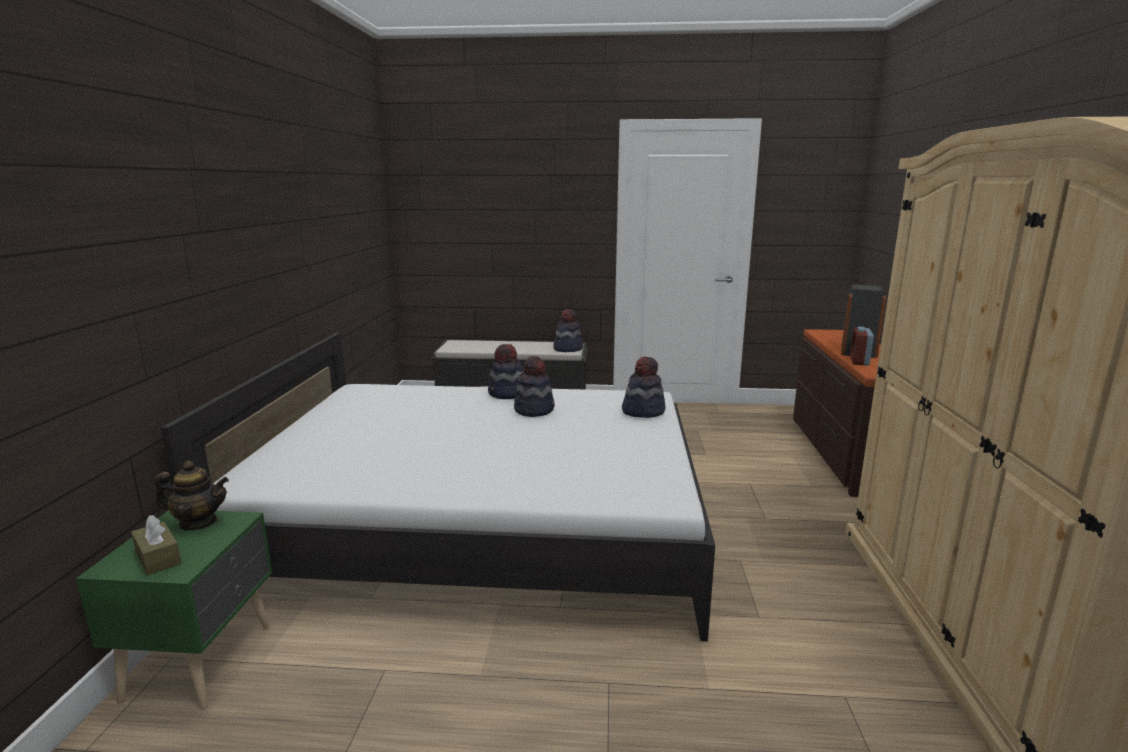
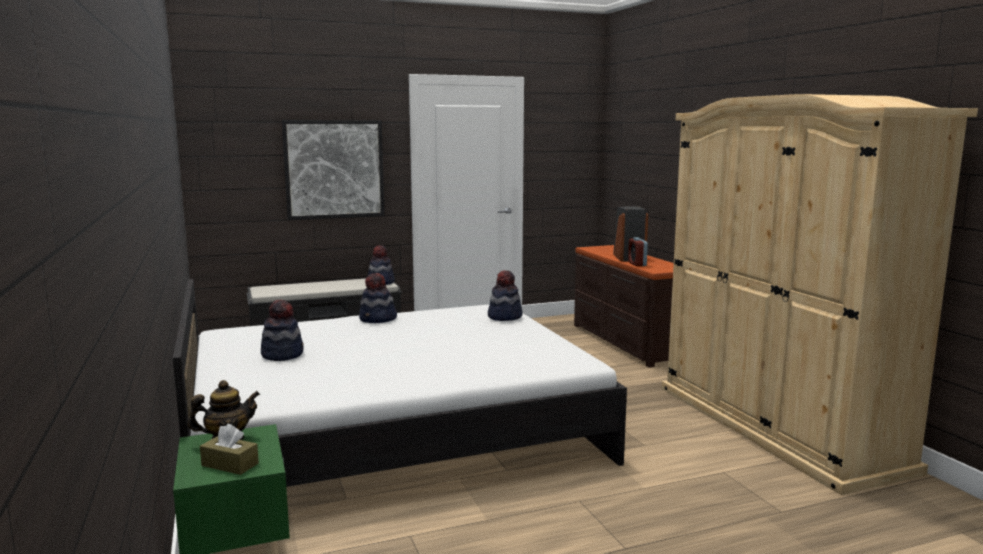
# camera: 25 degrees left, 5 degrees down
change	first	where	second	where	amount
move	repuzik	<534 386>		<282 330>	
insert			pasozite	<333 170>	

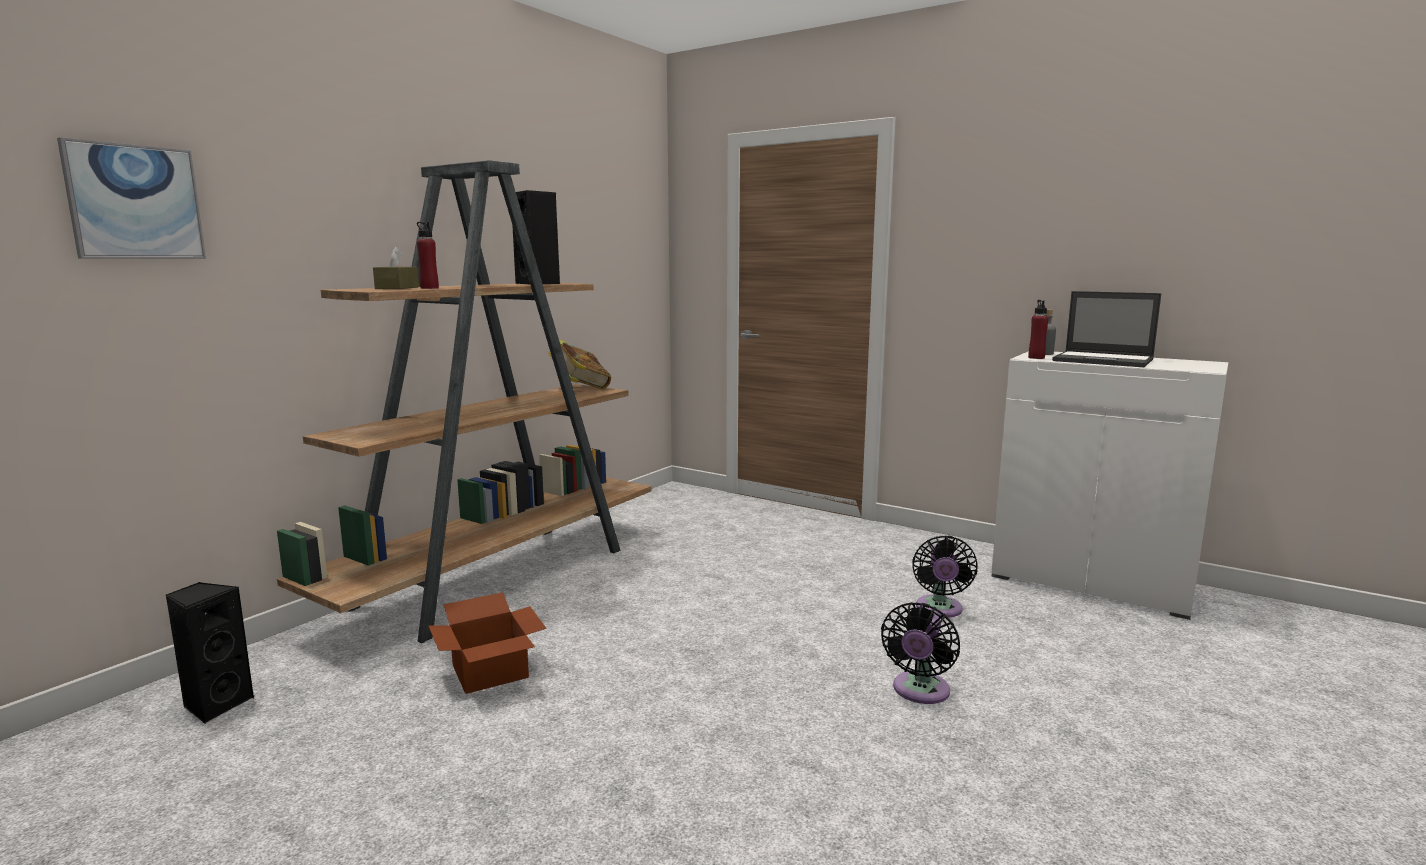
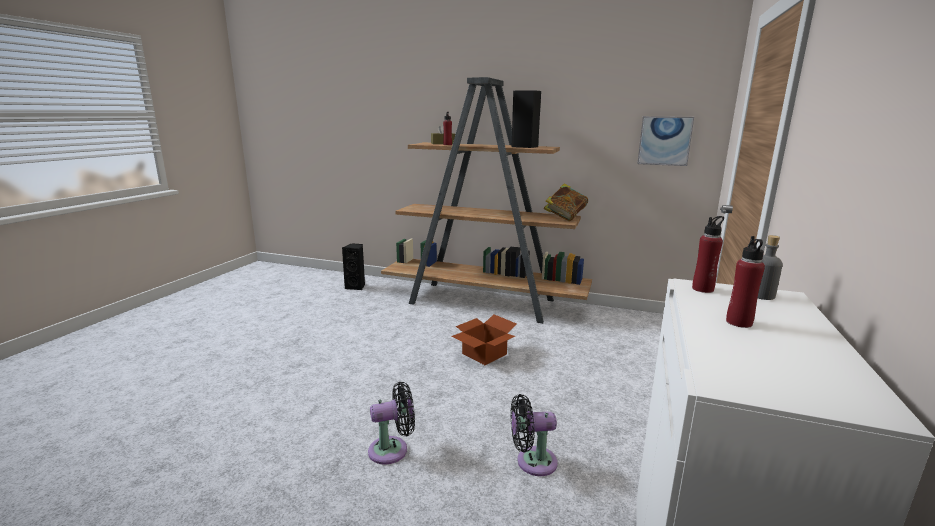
# camera: 75 degrees right, 5 degrees up
change	first	where	second	where	amount
rotate	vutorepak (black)	<920 653>		<391 423>	150 degrees clockwise
move	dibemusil	<487 643>		<484 339>	
move	pasozite	<131 198>		<665 141>	
replace	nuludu	<1106 329>	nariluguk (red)	<745 282>	

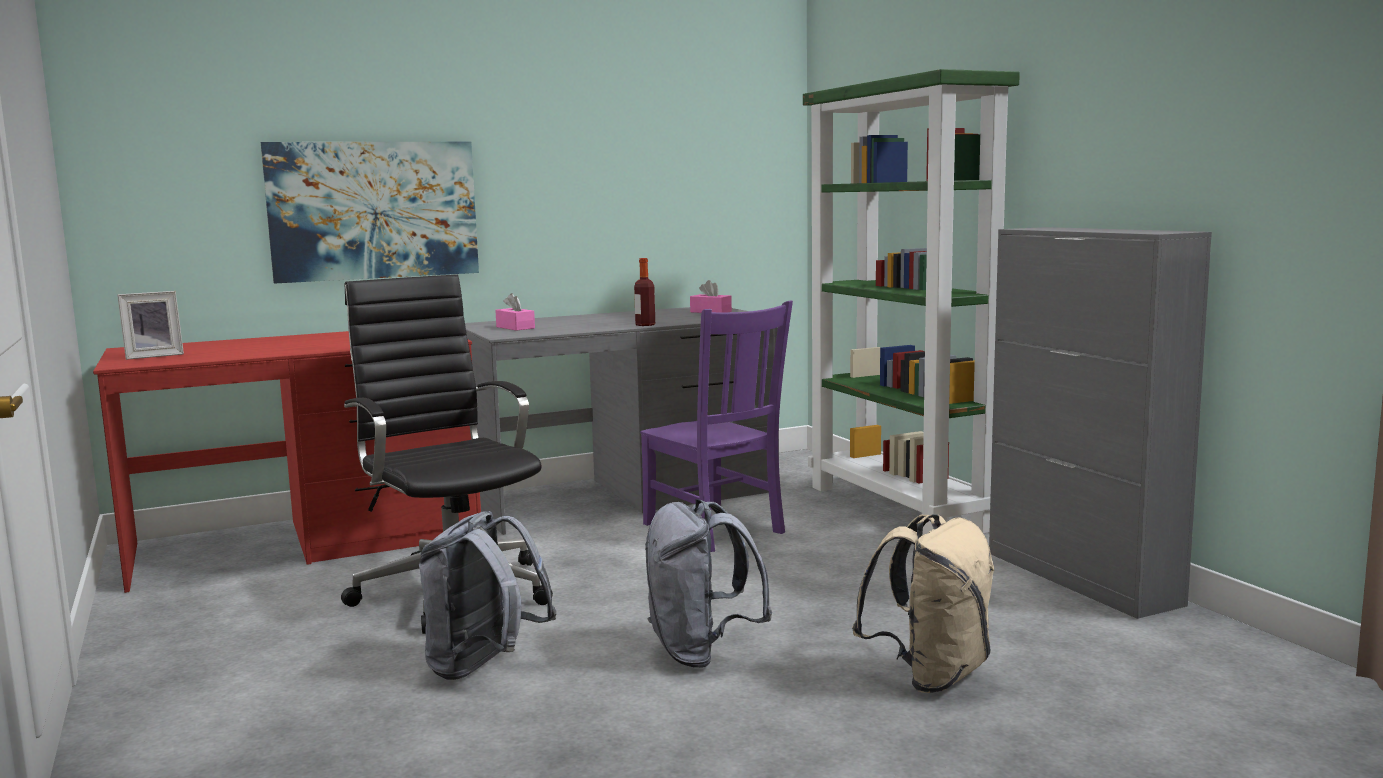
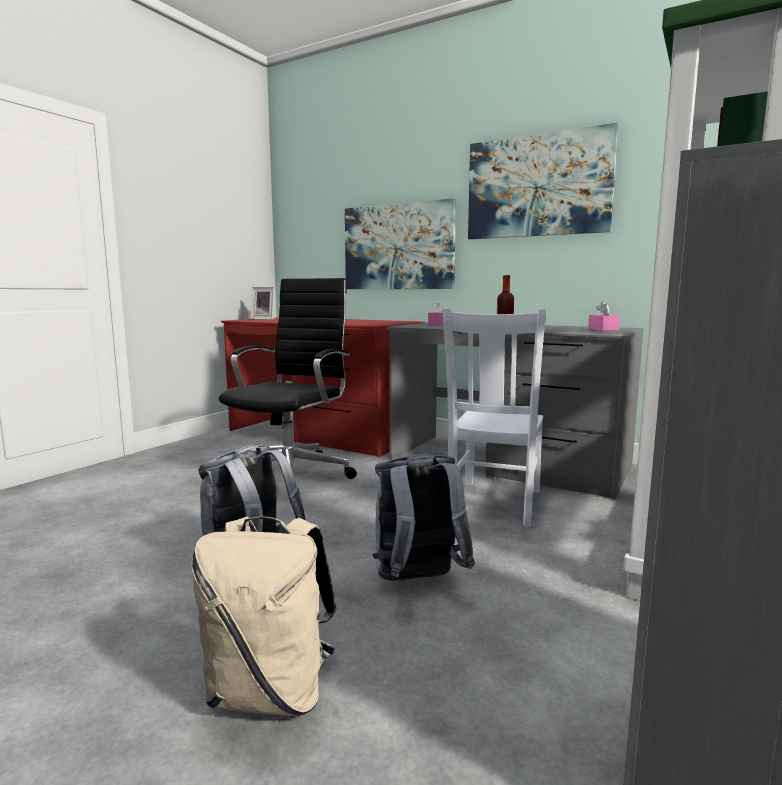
# camera: 55 degrees right, 0 degrees up
change	first	where	second	where	amount
move	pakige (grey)	<488 595>		<423 517>	
recolor	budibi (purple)	<716 426>	budibi (white)	<494 417>	
insert			pasozite	<543 181>	

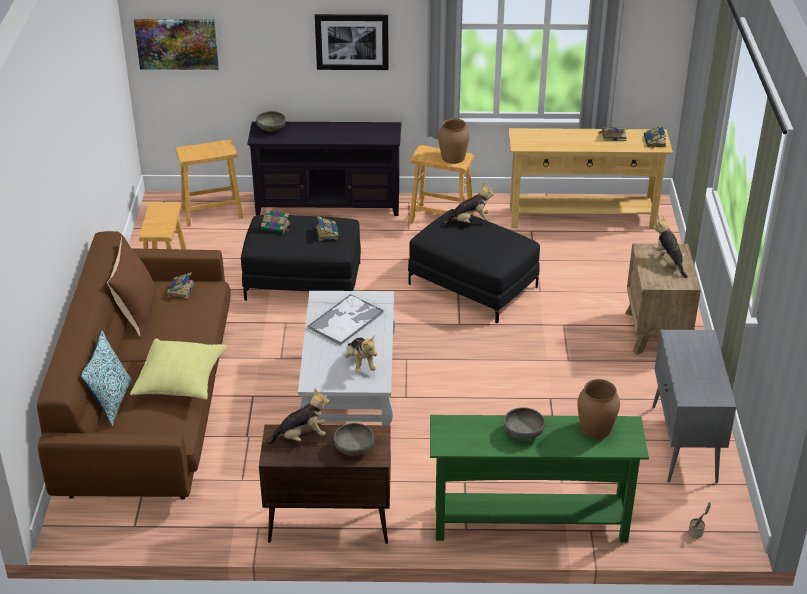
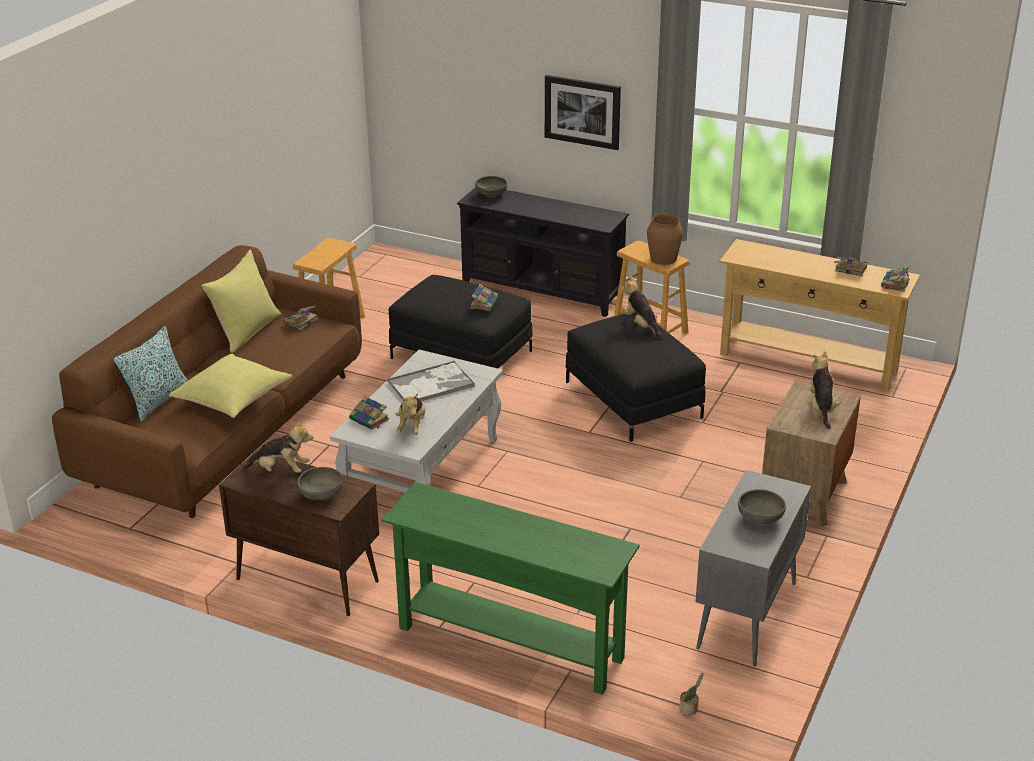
# camera: 25 degrees right, 5 degrees down
change	first	where	second	where	amount
recolor	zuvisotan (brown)	<131 286>	zuvisotan (yellow)	<241 301>	
move	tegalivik	<275 222>		<369 413>	
rotate	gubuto	<468 204>		<642 307>	135 degrees counterclockwise
move	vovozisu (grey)	<524 423>		<762 506>	
delete	pasozite	<176 44>			
delete	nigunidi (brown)	<209 183>			
delete	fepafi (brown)	<598 409>			

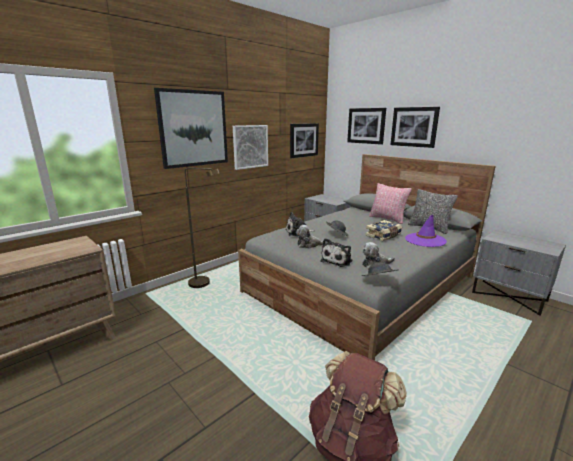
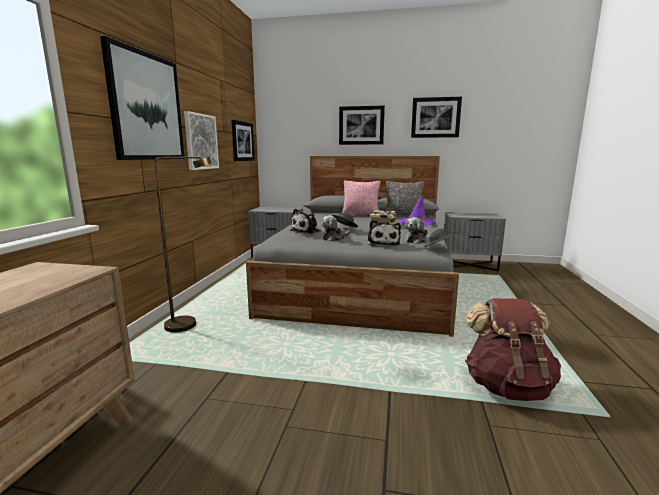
# camera: 35 degrees left, 5 degrees down
change	first	where	second	where	amount
move	pasozite	<366 126>		<436 117>	

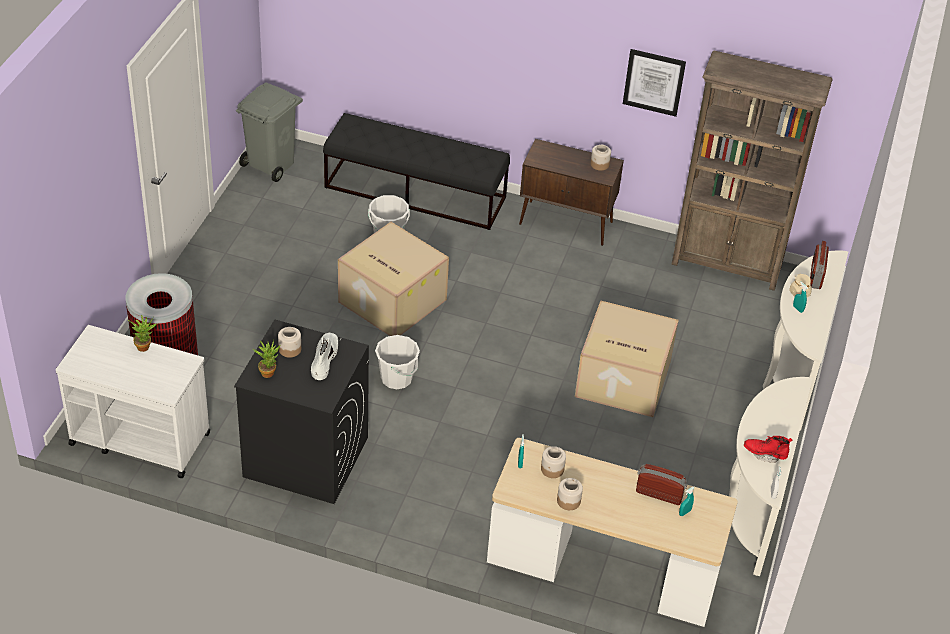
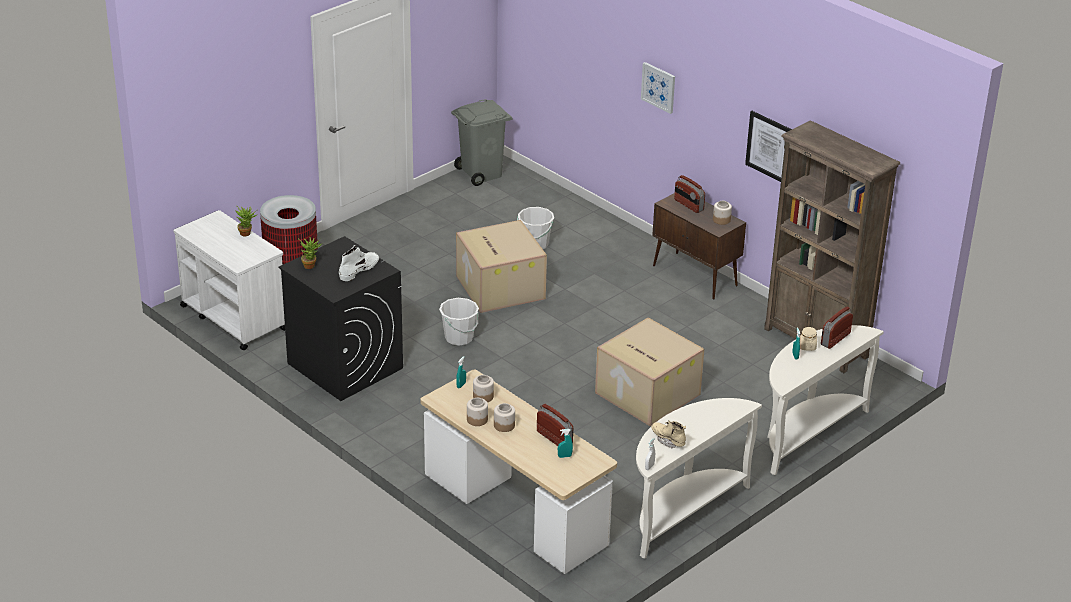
# camera: 30 degrees right, 10 degrees down
change	first	where	second	where	amount
move	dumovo	<289 342>		<504 417>	
insert			pasozite	<658 88>	
recolor	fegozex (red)	<768 449>	fegozex (beige)	<668 434>	
insert			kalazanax	<689 194>	
delete	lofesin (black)	<416 171>			

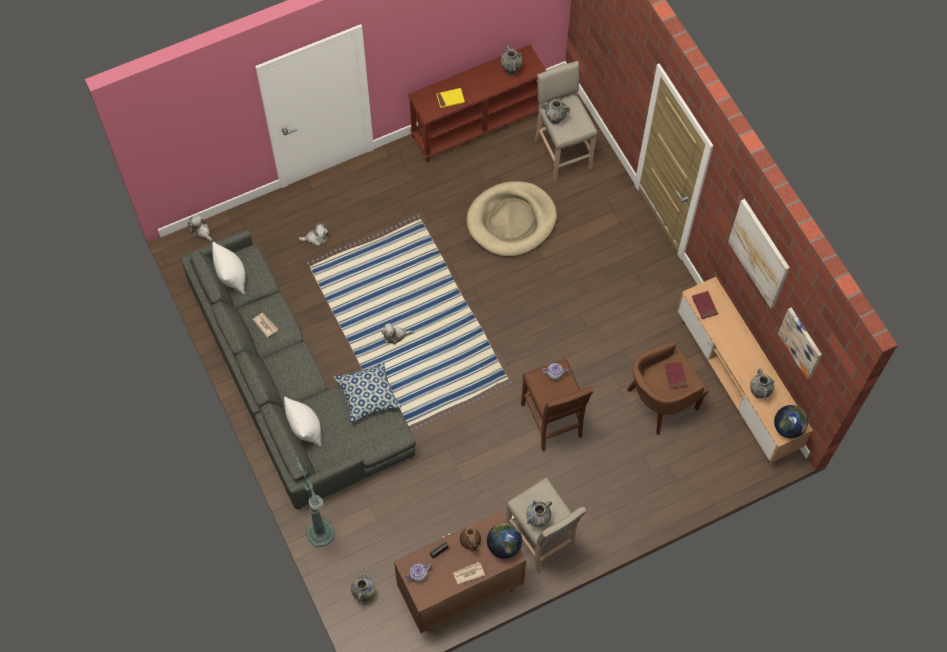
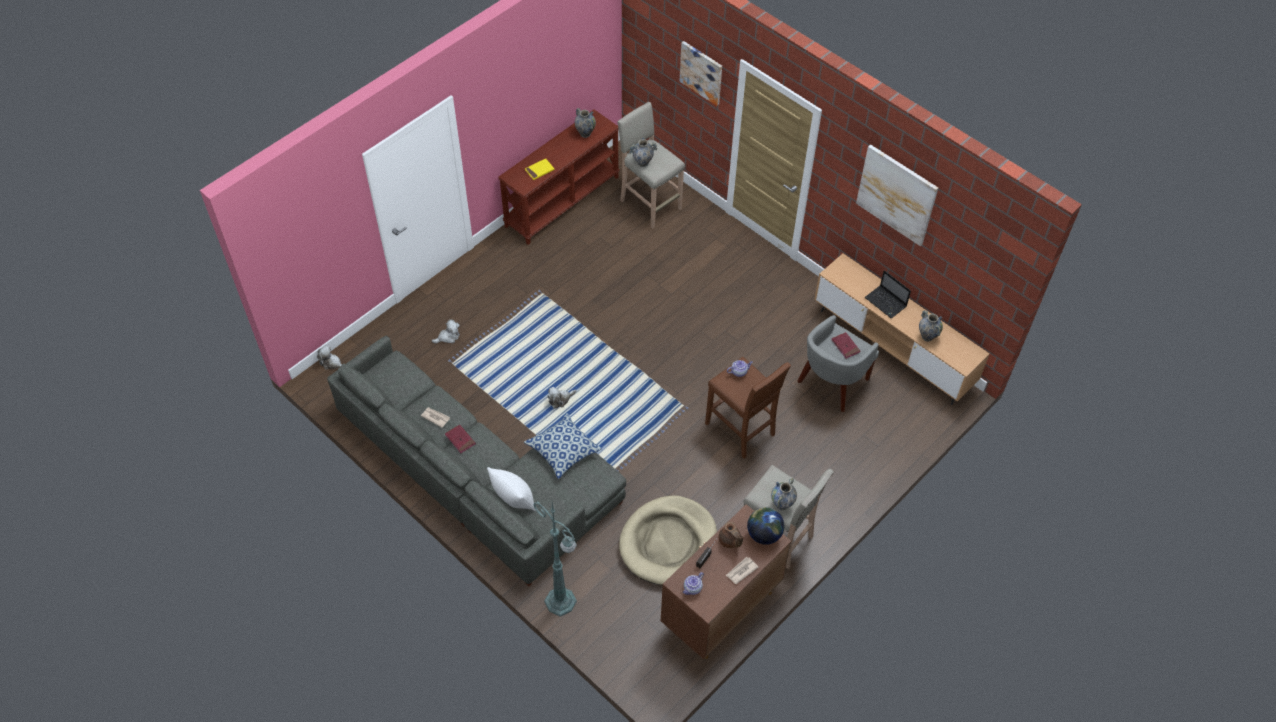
# camera: 20 degrees left, 10 degrees down
change	first	where	second	where	amount
move	tegalivik (red)	<705 305>		<460 438>	
move	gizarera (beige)	<511 219>		<668 540>	
move	pasozite	<800 344>		<701 73>	
recolor	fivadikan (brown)	<667 388>	fivadikan (grey)	<838 363>	
insert			nuludu	<888 294>	
delete	zuvisotan (white)	<228 268>			
delete	fepafi	<363 587>			
delete	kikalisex	<791 422>			

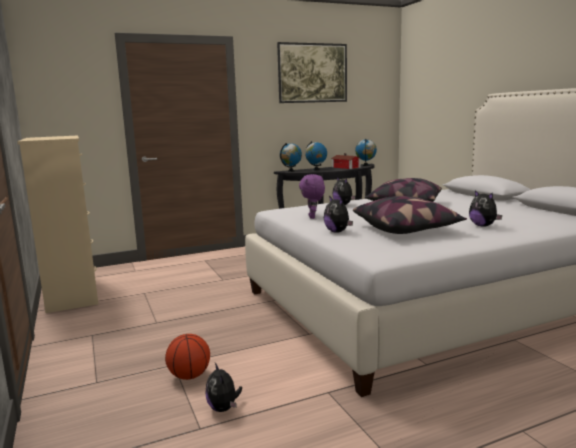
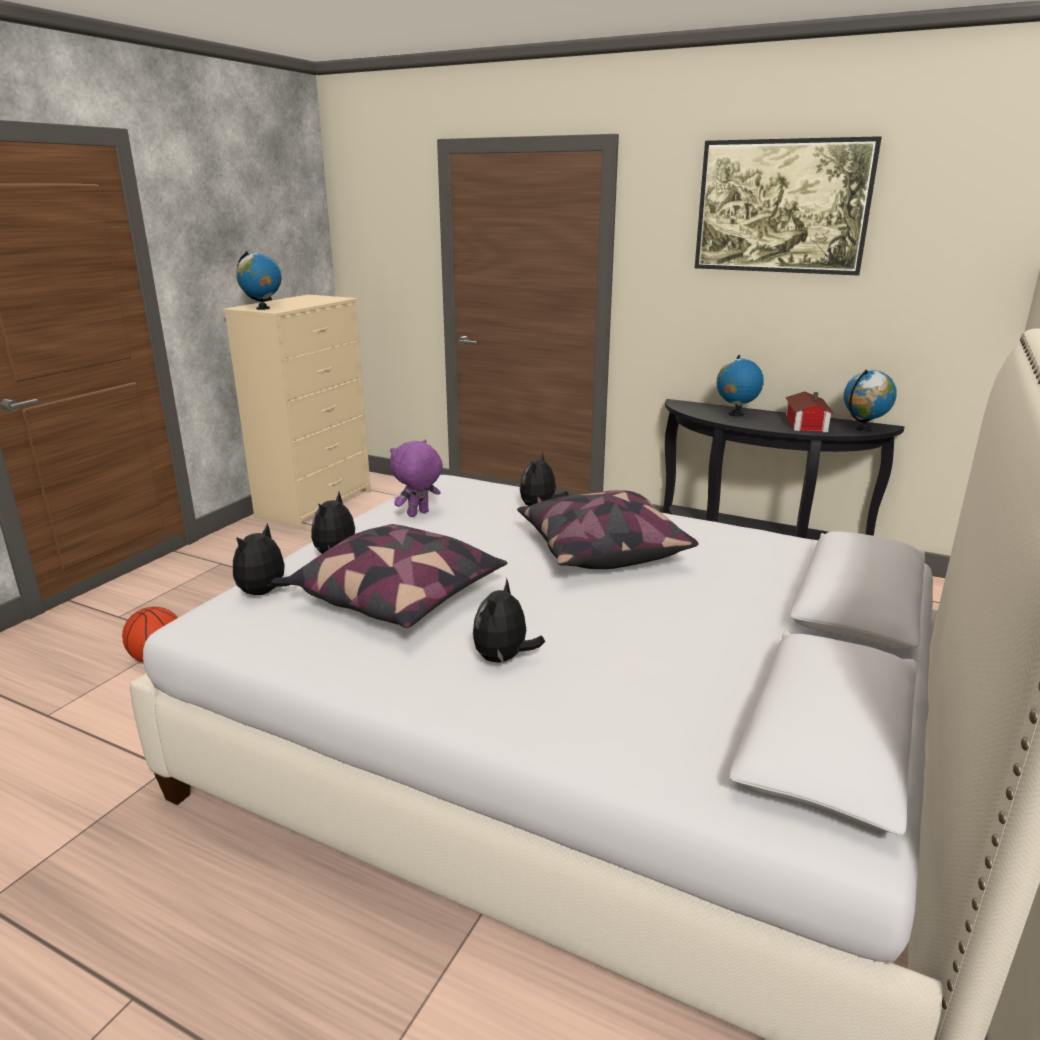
# camera: 50 degrees right, 10 degrees up
change	first	where	second	where	amount
move	gubuto	<224 387>		<261 559>	
move	kikalisex	<291 157>		<258 280>	

